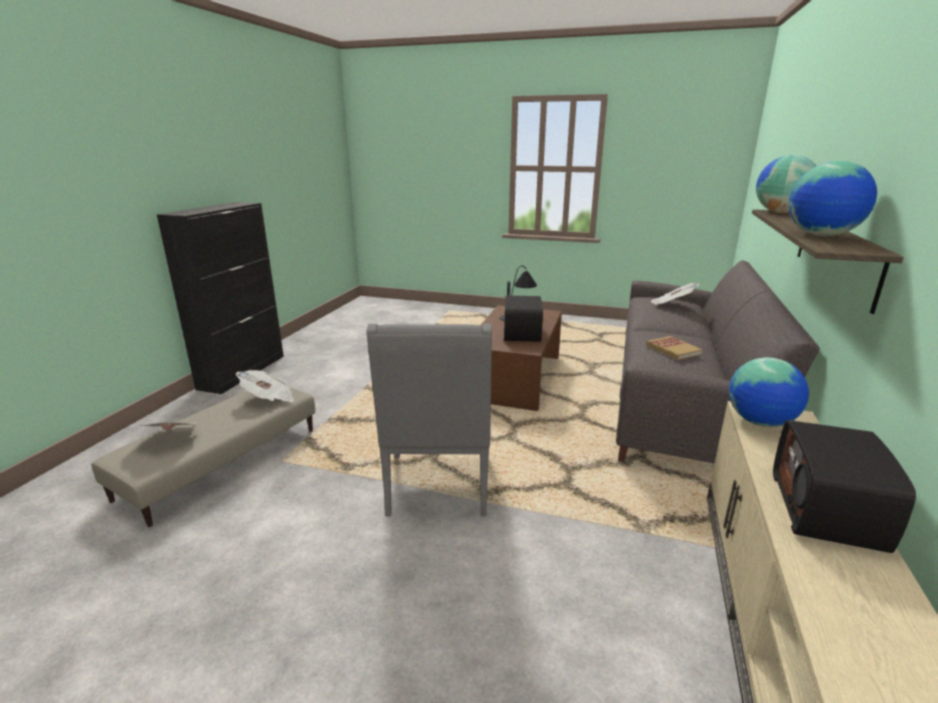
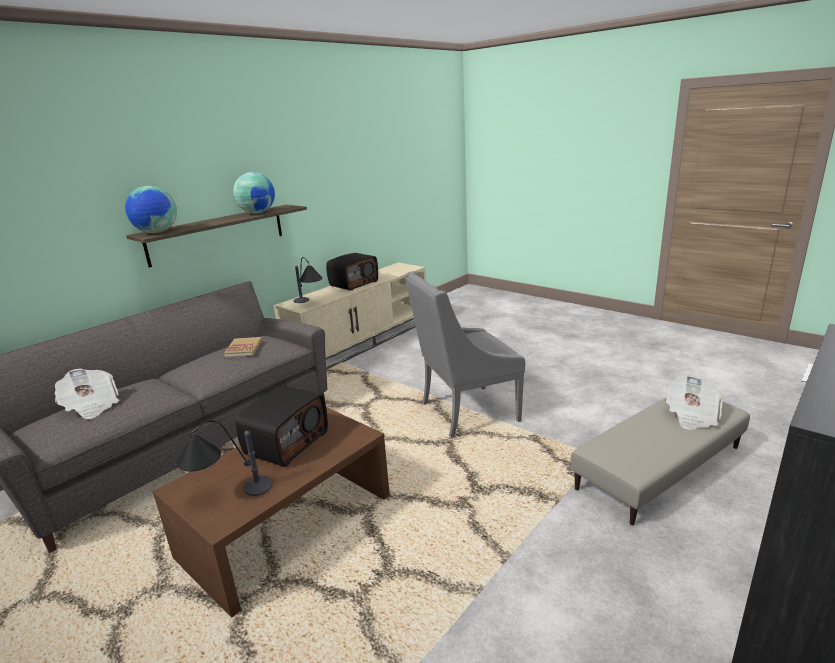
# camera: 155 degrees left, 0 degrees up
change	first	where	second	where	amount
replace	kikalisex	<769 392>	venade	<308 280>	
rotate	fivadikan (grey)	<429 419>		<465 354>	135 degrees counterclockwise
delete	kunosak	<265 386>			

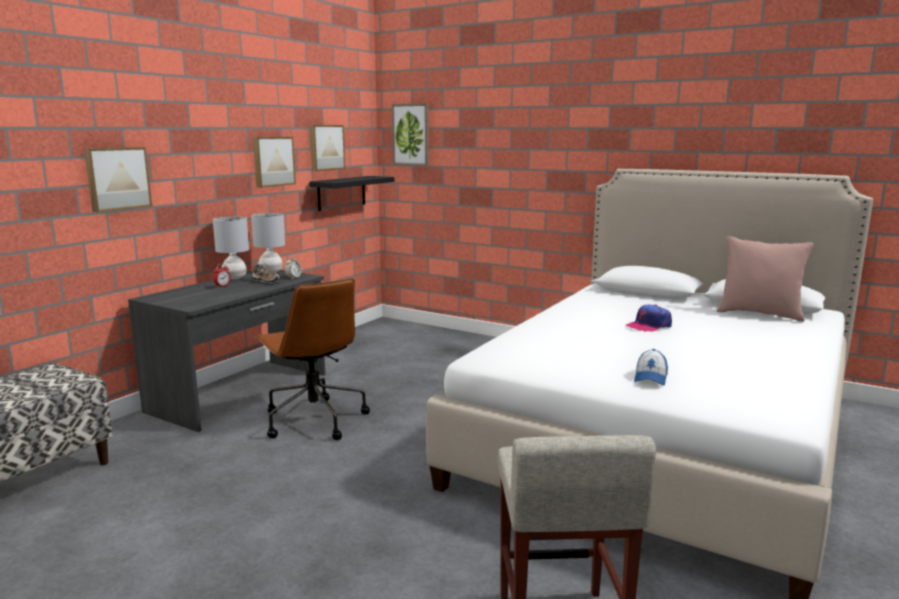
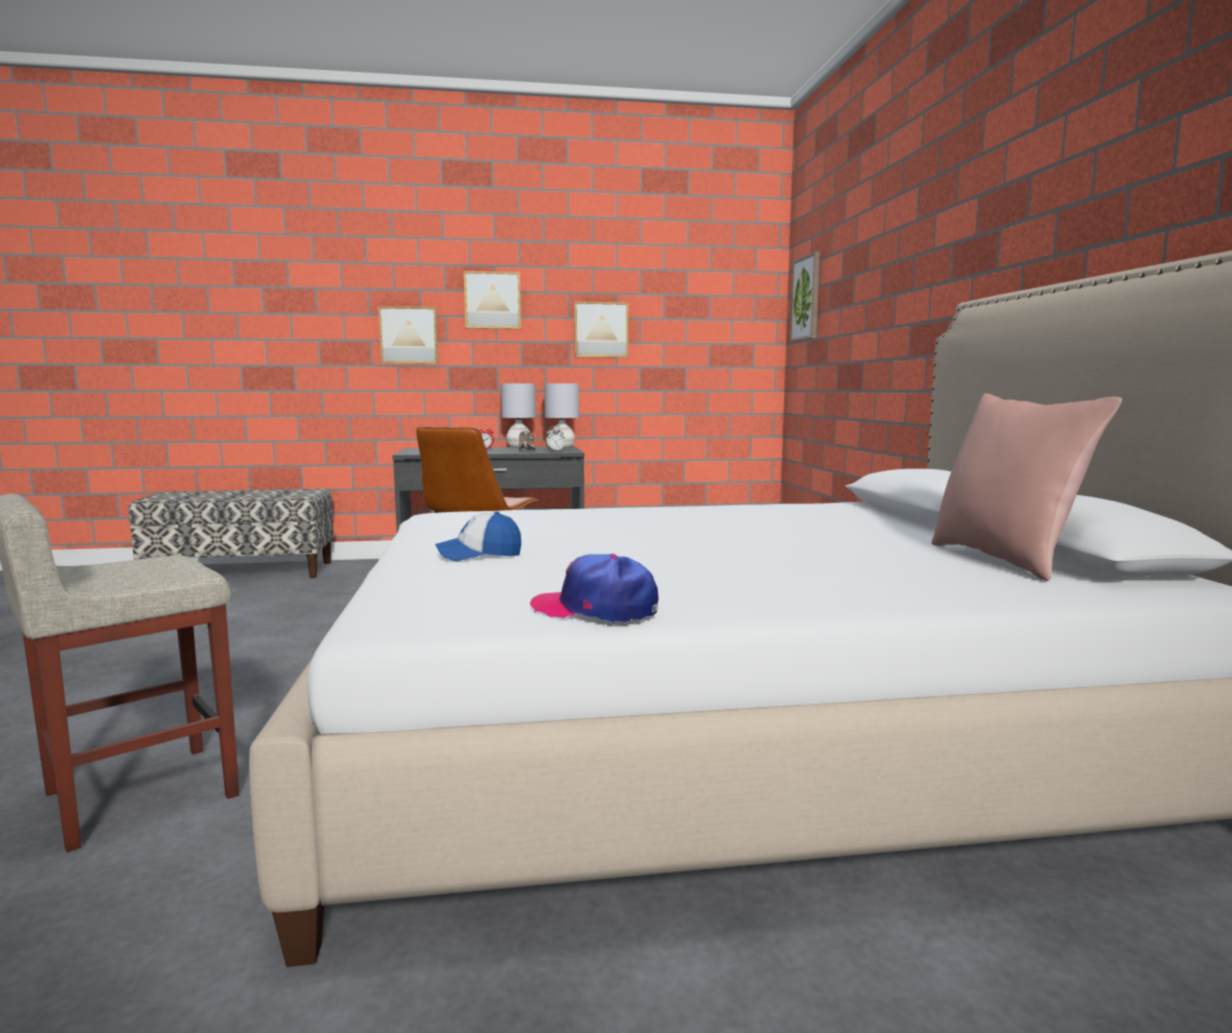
# camera: 50 degrees right, 5 degrees down
change	first	where	second	where	amount
move	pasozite	<327 148>		<492 300>	
move	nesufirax	<649 318>		<594 588>	
delete	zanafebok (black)	<351 193>			

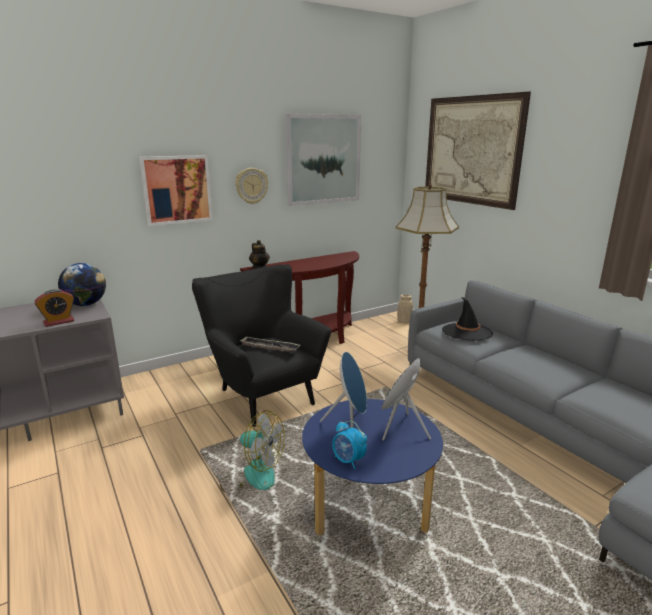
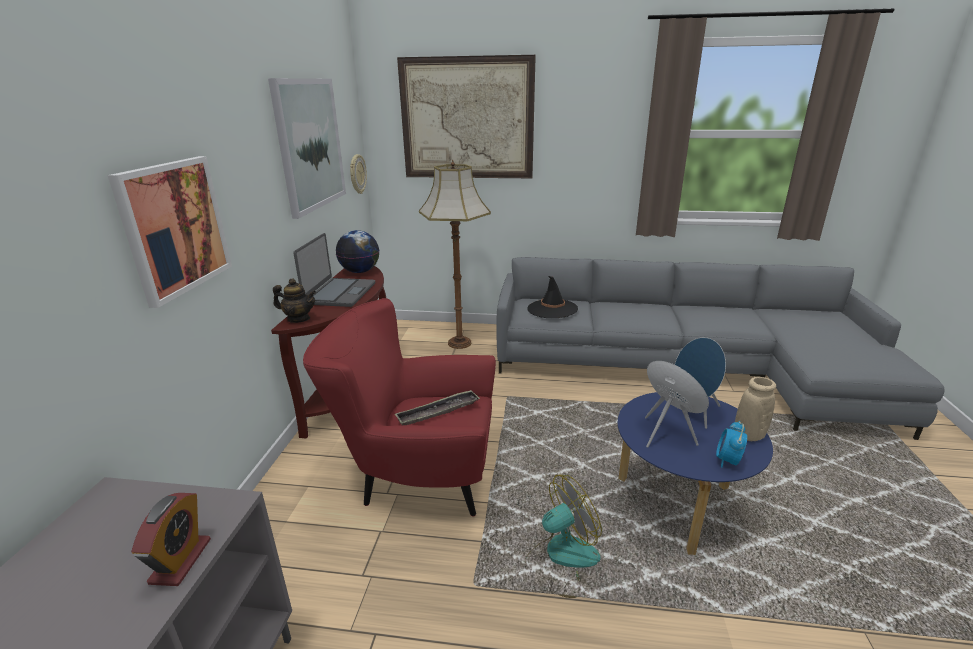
# camera: 50 degrees left, 5 degrees up
change	first	where	second	where	amount
insert			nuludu	<334 270>	
recolor	fivadikan (black)	<261 345>	fivadikan (red)	<399 407>	
move	kikalisex	<82 284>		<357 251>	
move	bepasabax	<251 186>		<358 174>	
rotate	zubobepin	<349 445>		<731 444>	120 degrees clockwise
move	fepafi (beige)	<405 308>		<755 409>	

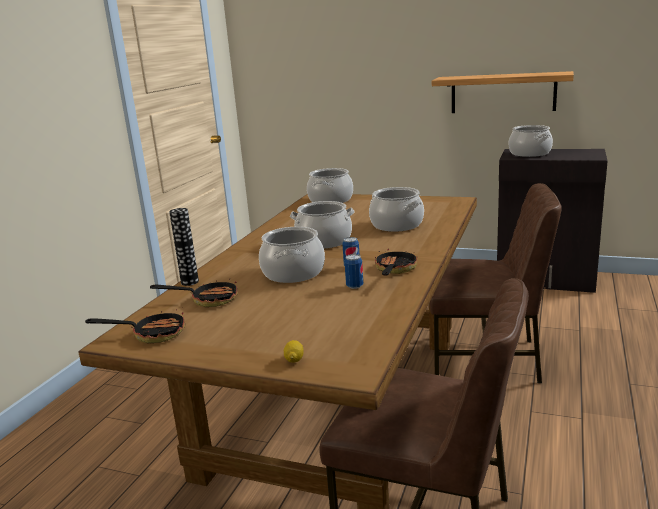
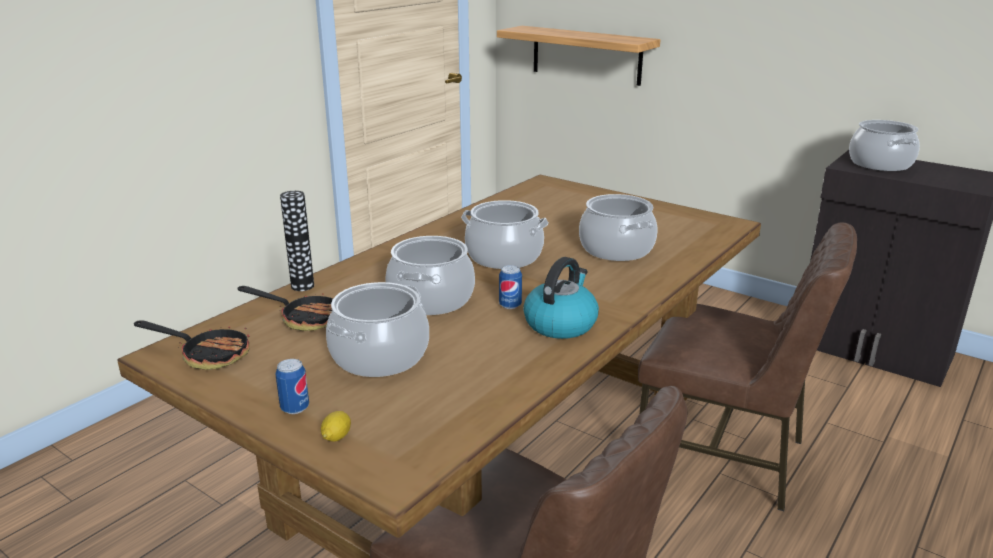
# camera: 15 degrees right, 5 degrees up
change	first	where	second	where	amount
move	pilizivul	<353 271>		<292 386>	
move	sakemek	<330 185>		<377 329>	
move	zanafebok	<503 92>		<579 56>	
replace	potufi	<396 262>	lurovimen	<561 298>	

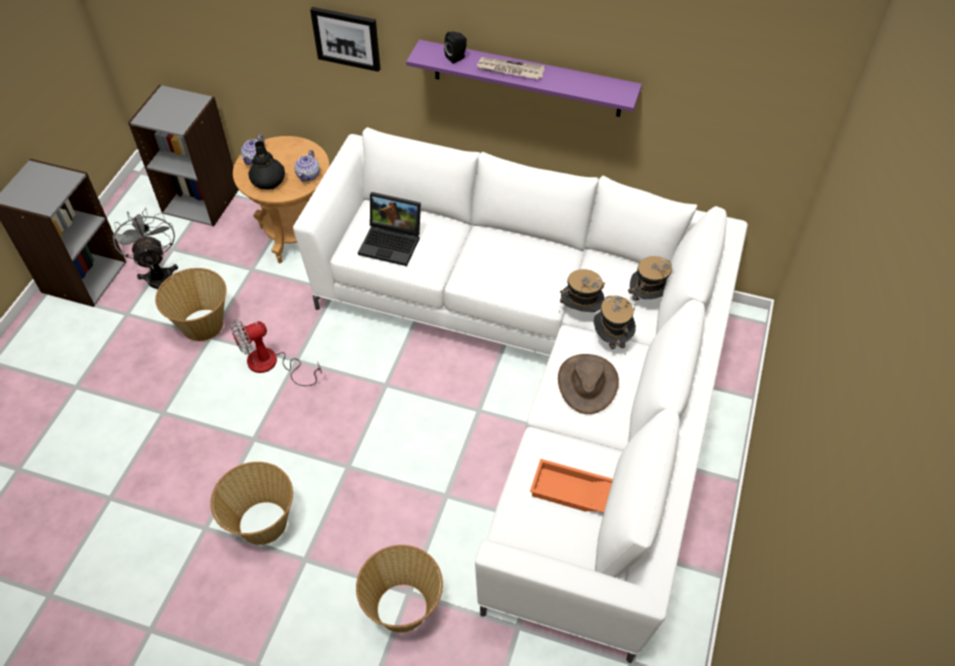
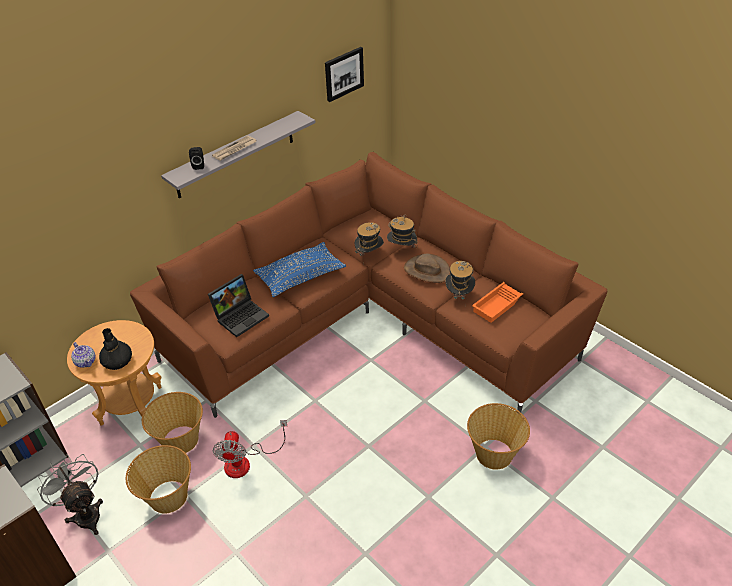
# camera: 60 degrees left, 10 degrees down
change	first	where	second	where	amount
rotate	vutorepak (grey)	<145 248>		<70 494>	45 degrees clockwise
recolor	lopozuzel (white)	<520 395>	lopozuzel (brown)	<368 285>	
move	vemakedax	<251 503>		<172 422>	
recolor	zanafebok (purple)	<524 78>	zanafebok (grey)	<238 154>	
insert			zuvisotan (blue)	<299 269>	
move	pasozite	<345 39>		<344 74>	
move	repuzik	<650 283>		<460 283>	
delete	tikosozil	<307 166>			

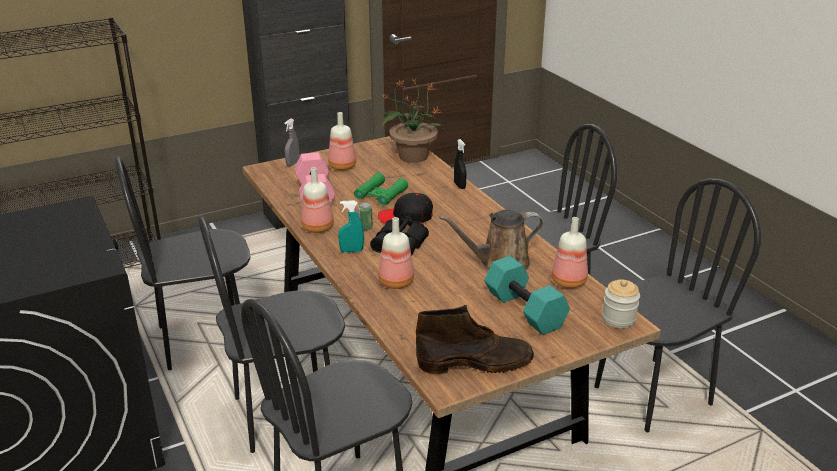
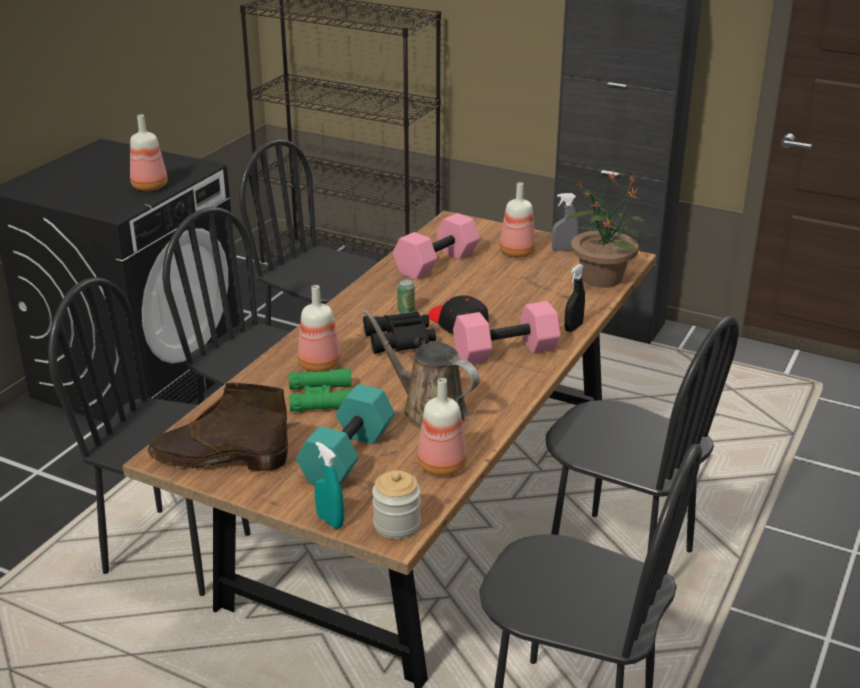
# camera: 55 degrees right, 0 degrees up
change	first	where	second	where	amount
move	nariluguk	<317 200>		<149 152>	
rotate	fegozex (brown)	<475 339>		<218 427>	135 degrees clockwise
move	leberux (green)	<381 189>		<320 390>	
move	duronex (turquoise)	<351 226>		<329 485>	
insert			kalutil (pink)	<507 332>	
move	duronex (grey)	<292 142>		<565 222>	

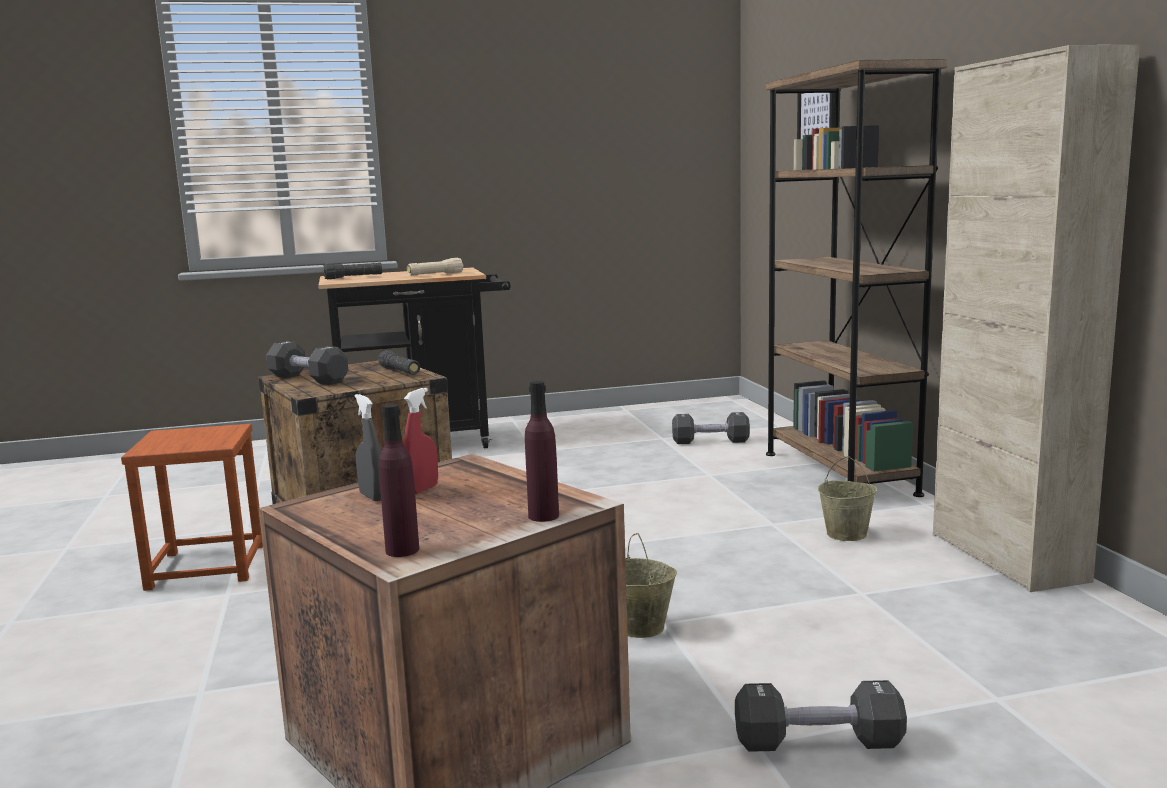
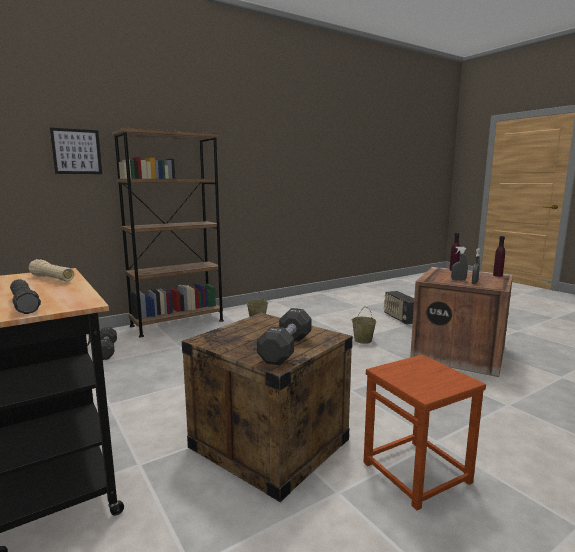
# camera: 110 degrees left, 0 degrees up
change	first	where	second	where	amount
replace	kalutil (black)	<821 716>	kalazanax	<399 307>	
recolor	duronex (red)	<420 441>	duronex (grey)	<459 264>	
delete	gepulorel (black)	<399 362>			
delete	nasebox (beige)	<1036 318>			

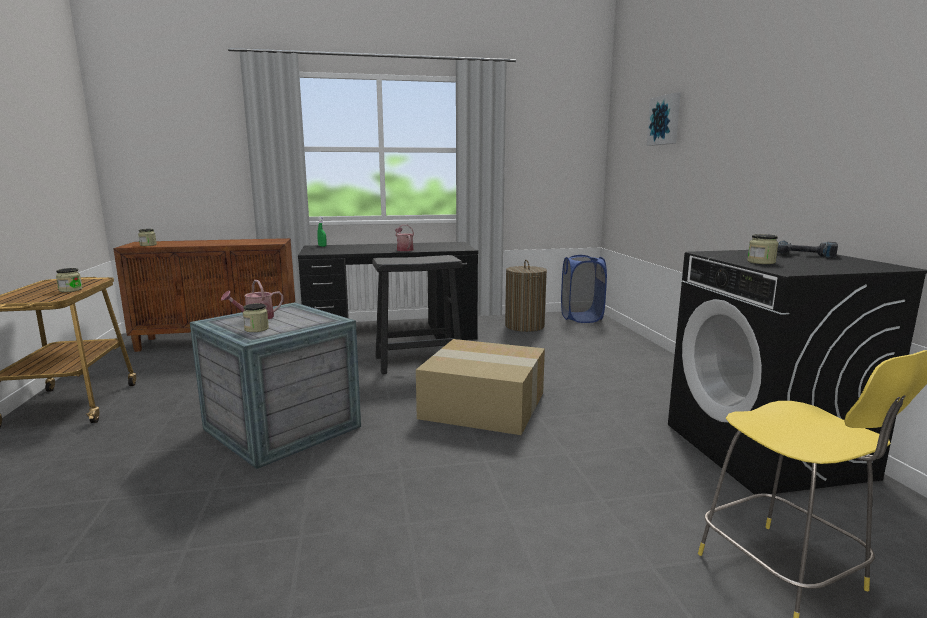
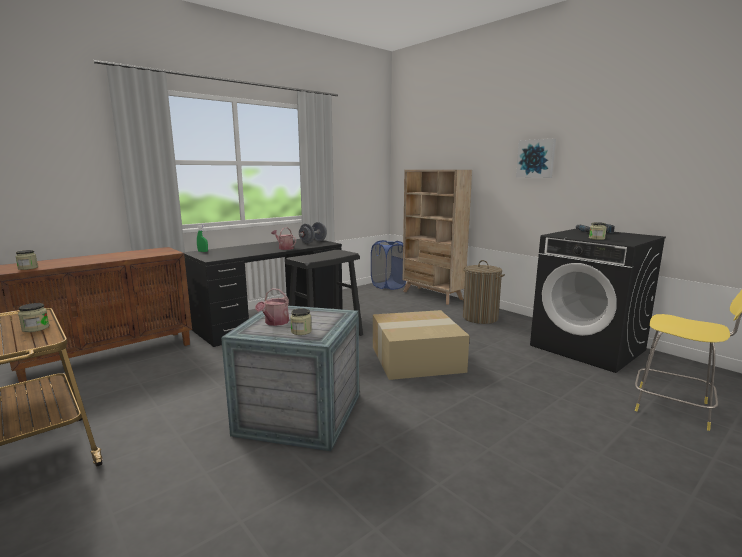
# camera: 30 degrees left, 0 degrees up
change	first	where	second	where	amount
insert			kalutil (grey)	<313 232>	
insert			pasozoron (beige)	<437 237>	
move	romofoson	<526 296>		<484 292>	
move	pasozite	<663 119>		<536 158>	

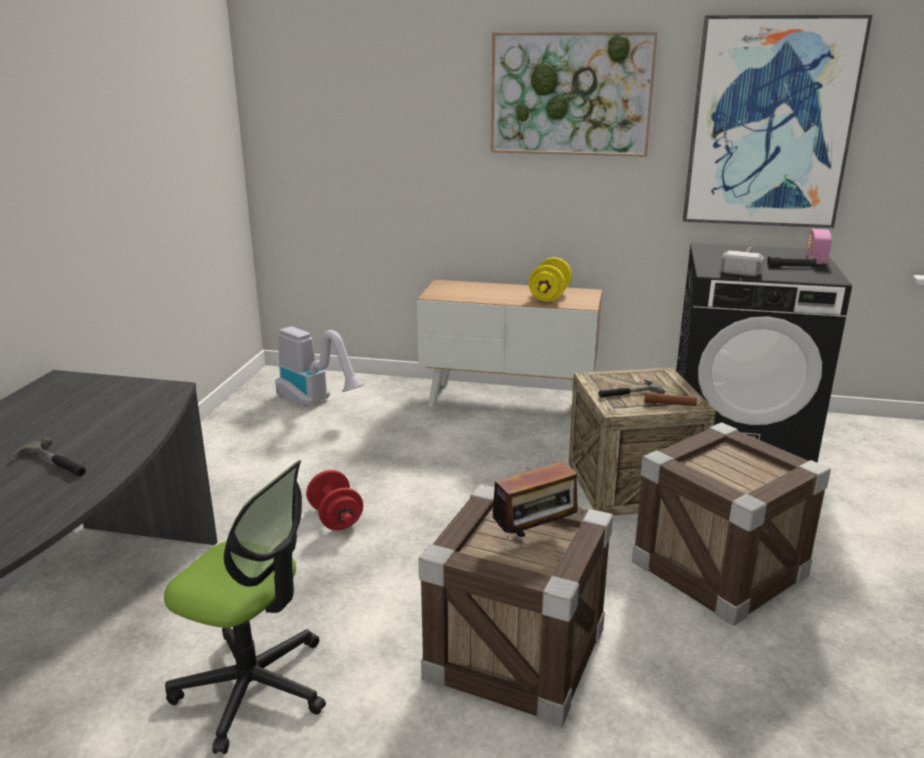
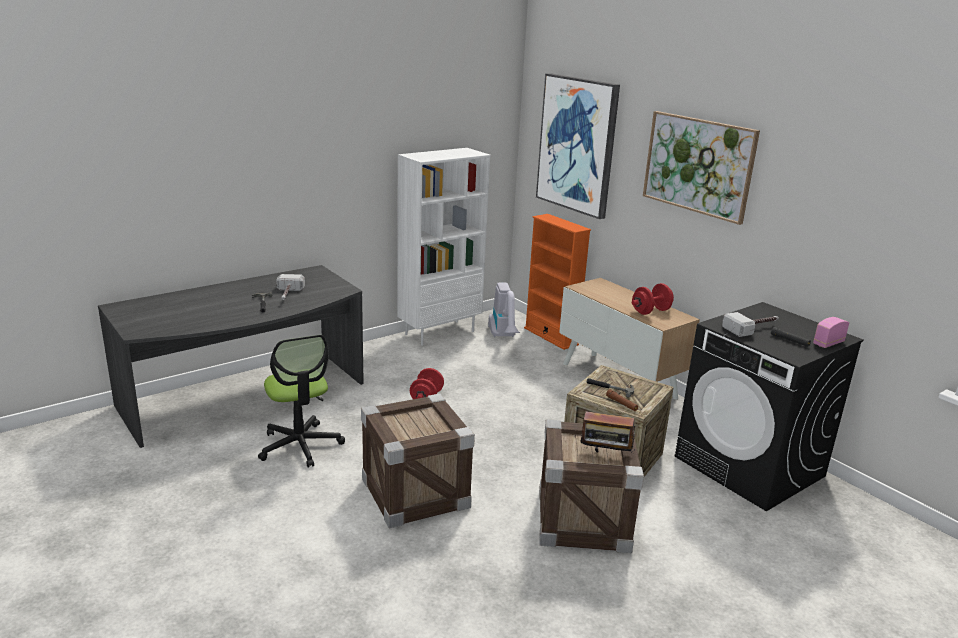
# camera: 40 degrees right, 0 degrees up
change	first	where	second	where	amount
insert			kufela	<290 287>	
insert			pasozoron (white)	<443 247>	
insert			pasozoron (orange)	<557 282>	
move	pasozite	<778 121>		<578 146>	
move	kalazanax	<537 500>		<607 432>	
recolor	kalutil (yellow)	<550 279>	kalutil (red)	<653 299>	

